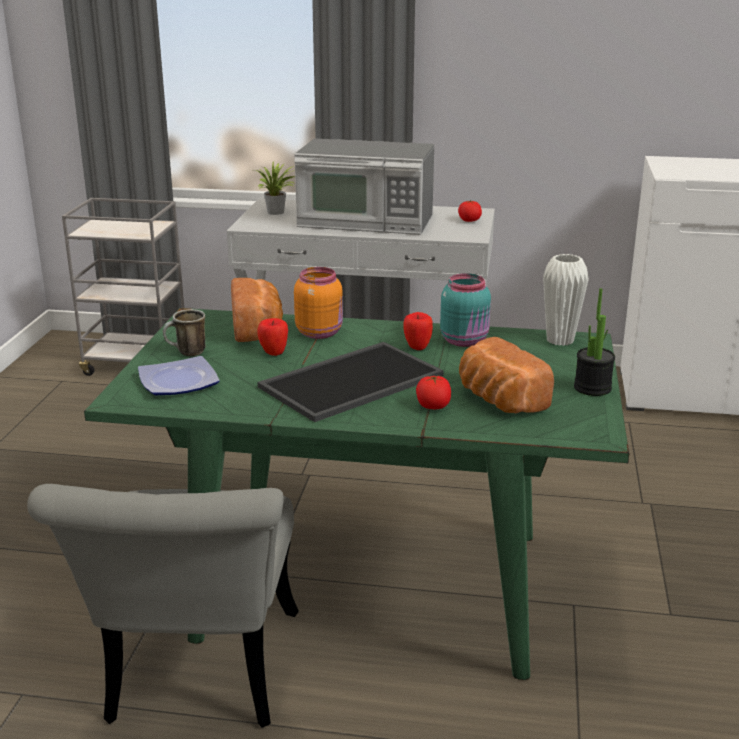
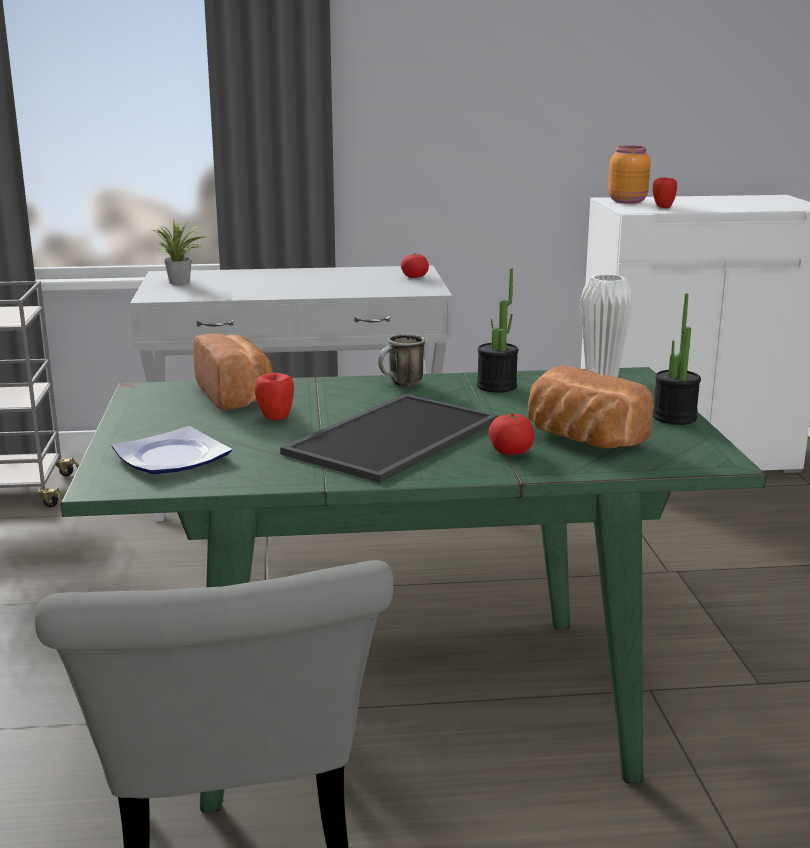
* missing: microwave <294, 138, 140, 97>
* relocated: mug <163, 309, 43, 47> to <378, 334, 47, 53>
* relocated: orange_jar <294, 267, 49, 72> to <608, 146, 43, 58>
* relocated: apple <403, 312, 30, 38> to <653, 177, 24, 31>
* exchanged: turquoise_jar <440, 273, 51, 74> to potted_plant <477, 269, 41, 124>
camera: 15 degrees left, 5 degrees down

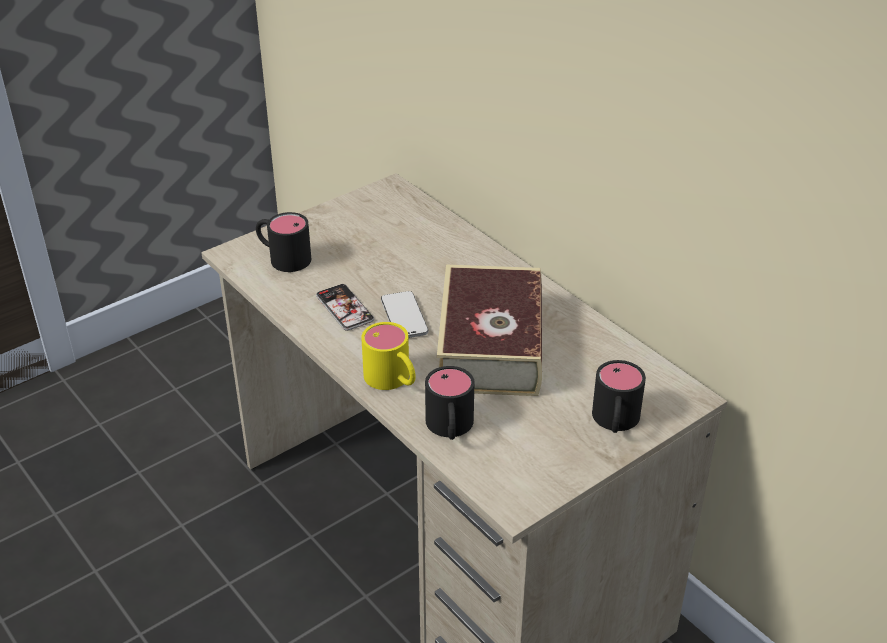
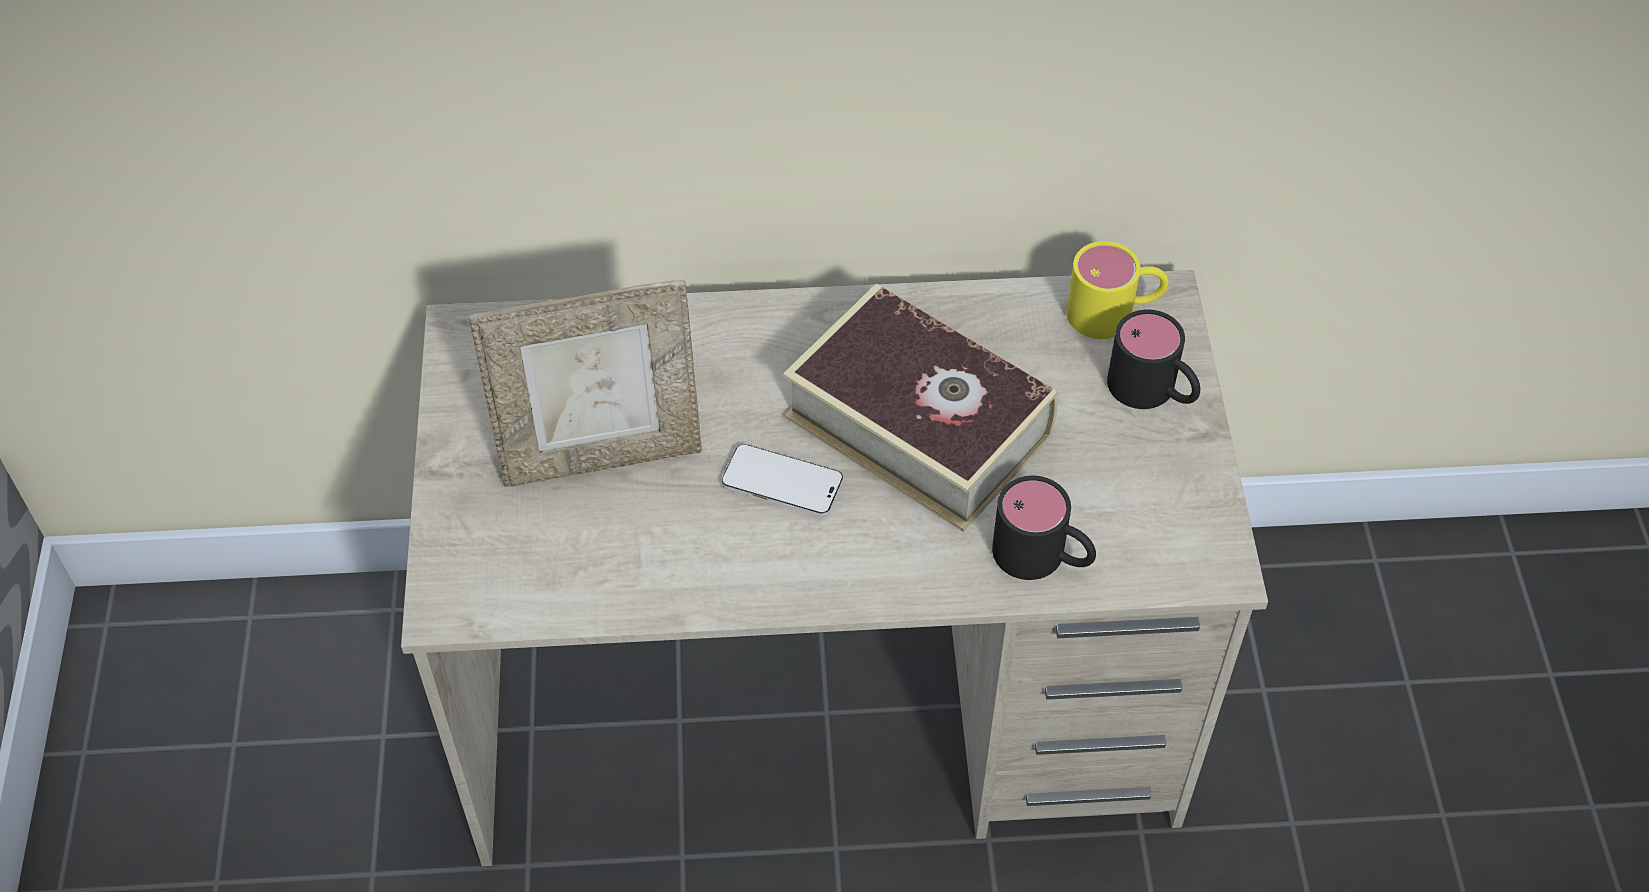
* missing: black_mug <256, 212, 55, 60>
* missing: phone <316, 284, 58, 47>
* appeared: picture_frame <469, 280, 233, 207>
* relocated: yellow_mug <361, 322, 55, 68> to <1066, 241, 103, 98>
camera: 55 degrees left, 15 degrees up

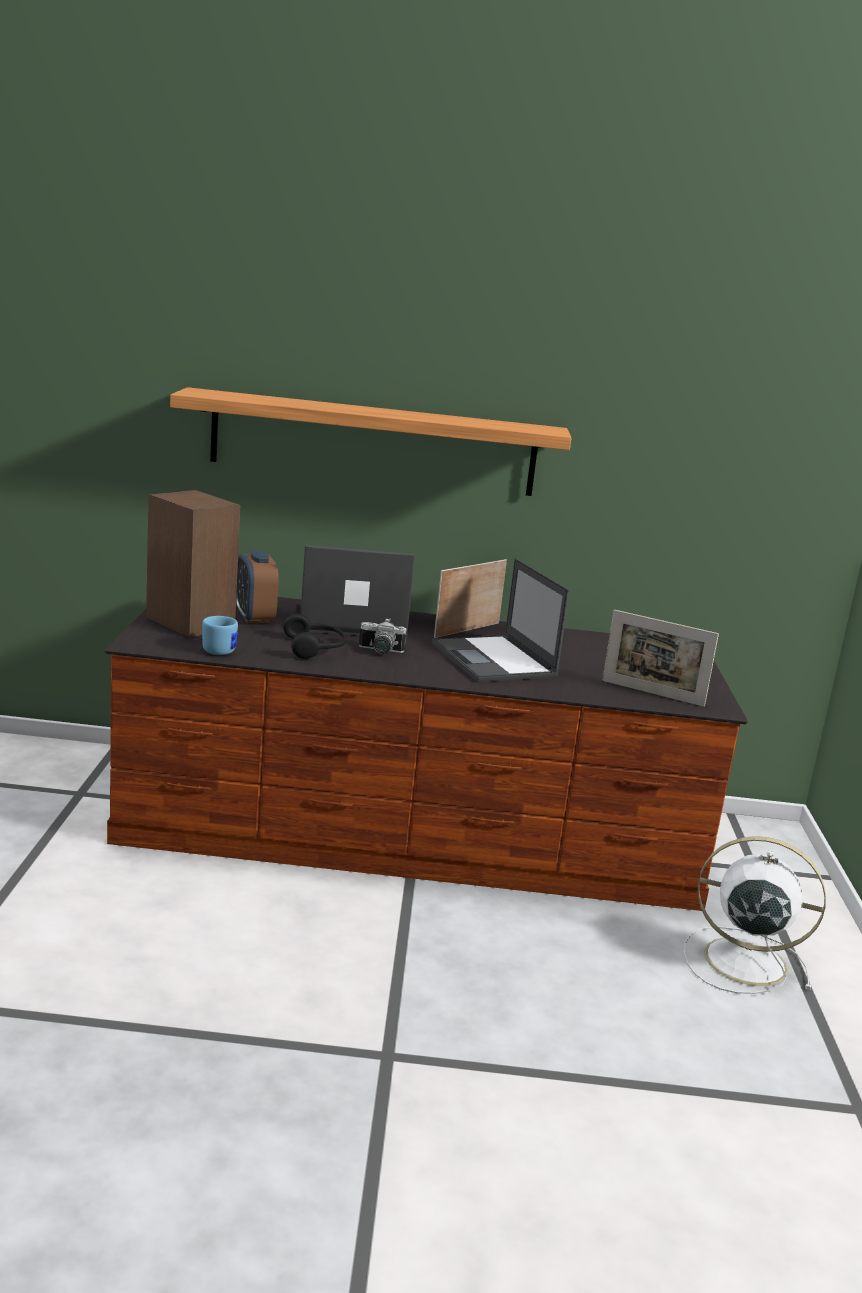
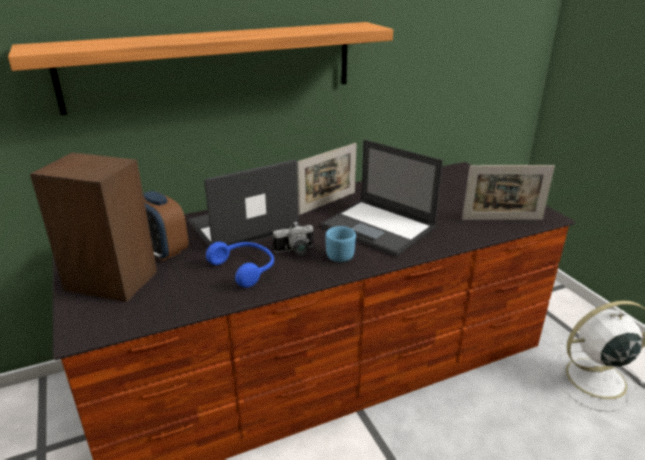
* relocated: blue_mug <202, 616, 36, 39> to <325, 226, 31, 36>
* colour: black_headphones <283, 614, 63, 45> to blue_headphones <206, 242, 68, 46>
* spun: picture_frame <434, 559, 73, 79> = <297, 143, 60, 72> 150 degrees counterclockwise
camera: 25 degrees left, 10 degrees up

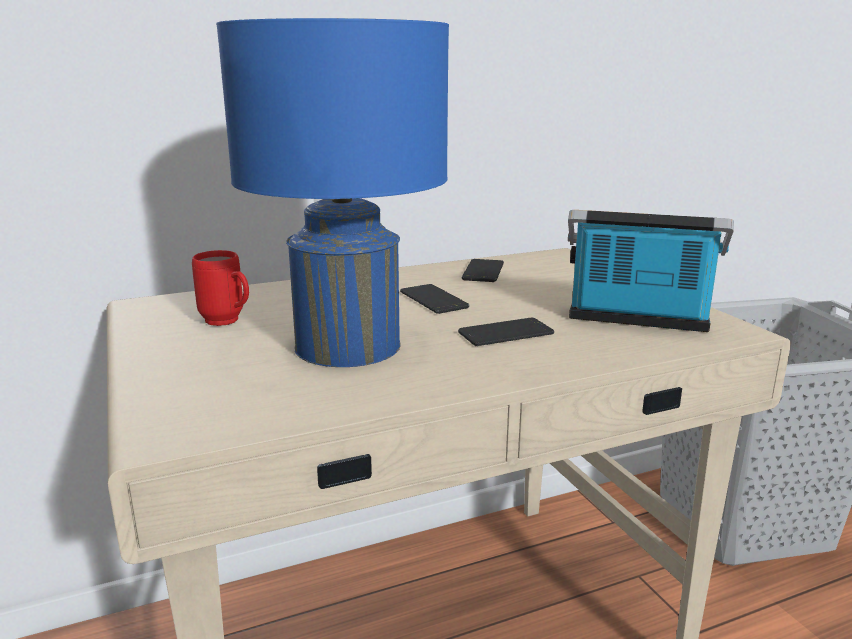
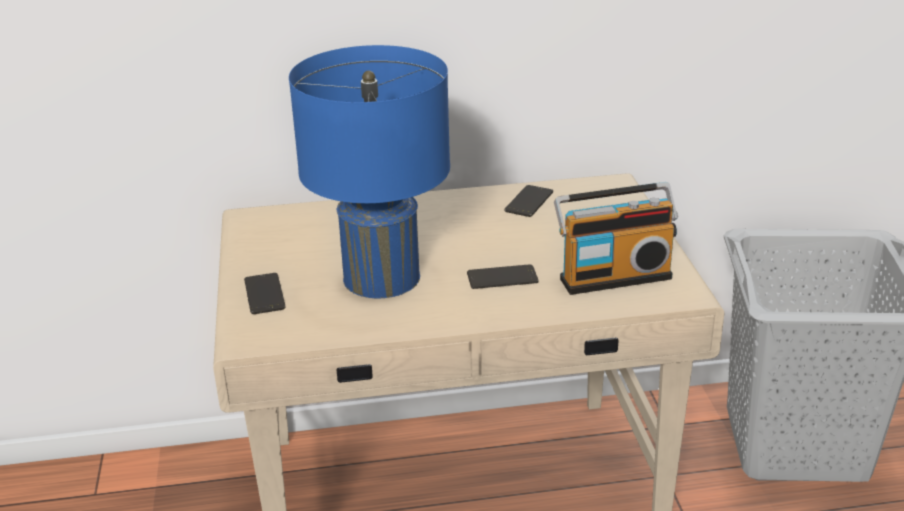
* missing: red_mug <192, 250, 57, 76>
* relocated: phone <400, 284, 69, 30> to <244, 273, 42, 41>
* spun: radio <568, 210, 166, 122> = <554, 182, 124, 113> 135 degrees clockwise
camera: 15 degrees right, 10 degrees up

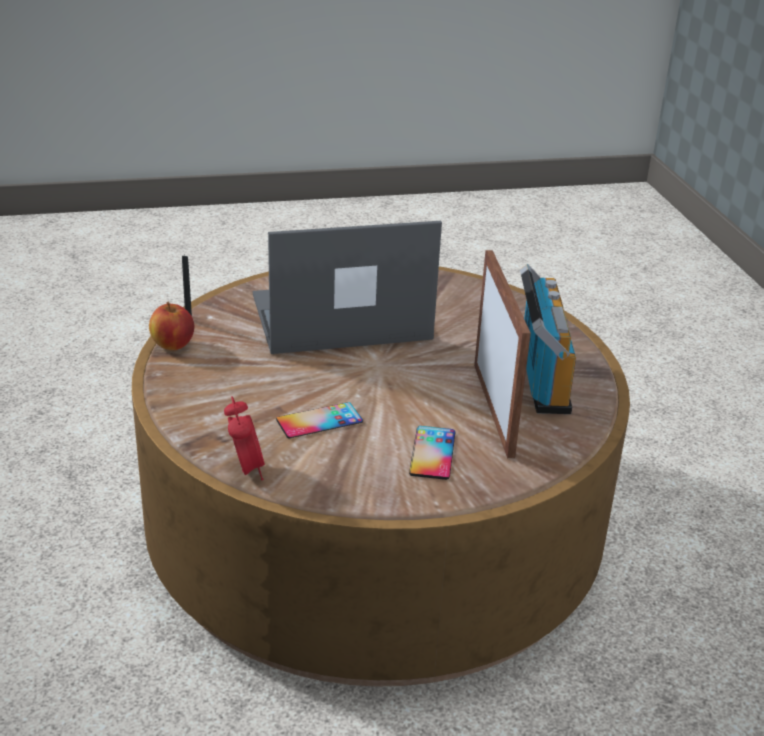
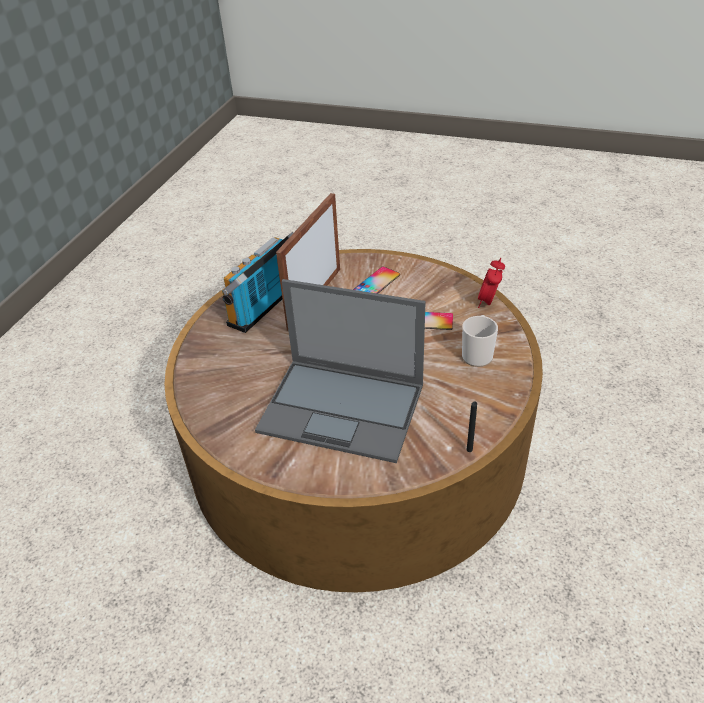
* missing: apple <149, 301, 45, 49>
* appeared: mug <462, 315, 36, 52>
camera: 145 degrees left, 10 degrees up

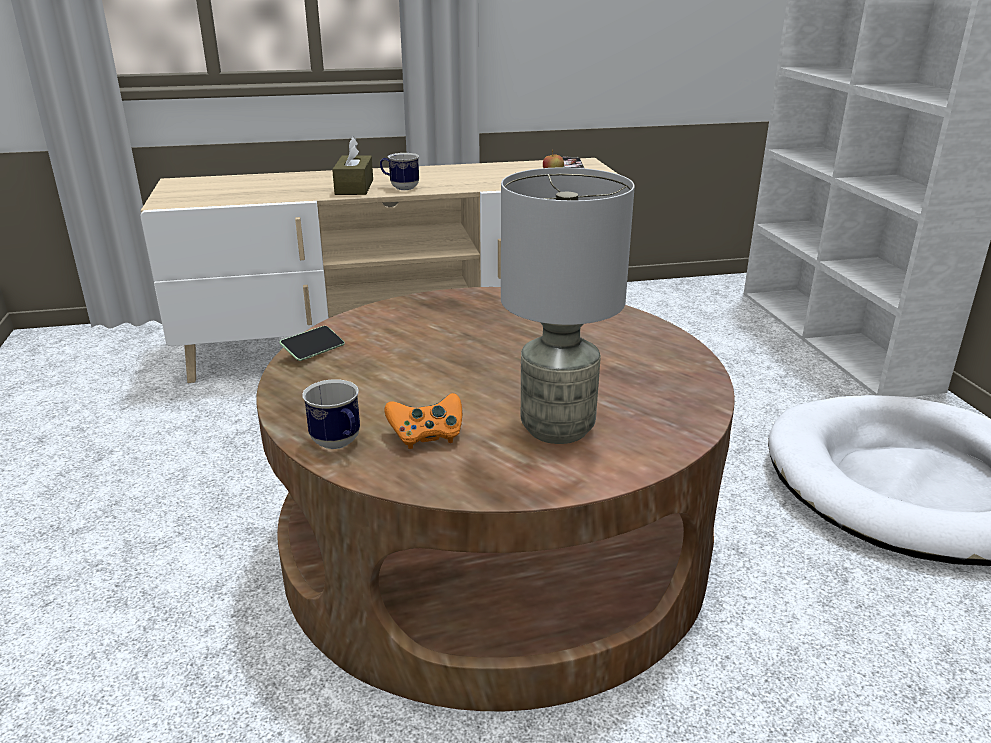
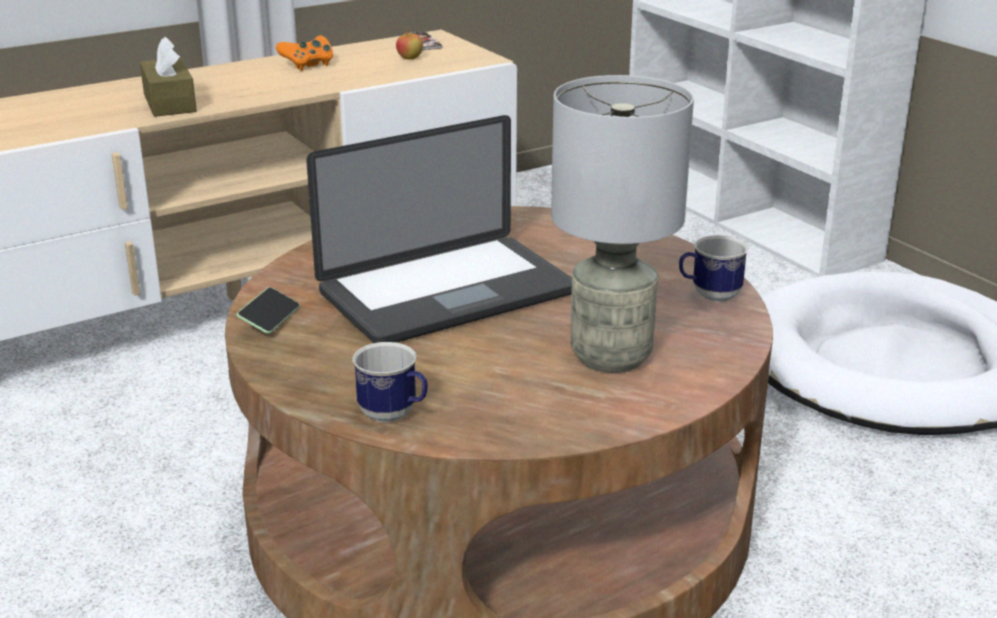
* appeared: laptop <306, 115, 266, 228>
* relocated: mug <380, 153, 39, 37> to <679, 235, 70, 67>
* relocated: orange_game_controller <384, 393, 78, 56> to <276, 35, 57, 36>
camera: 20 degrees left, 0 degrees up

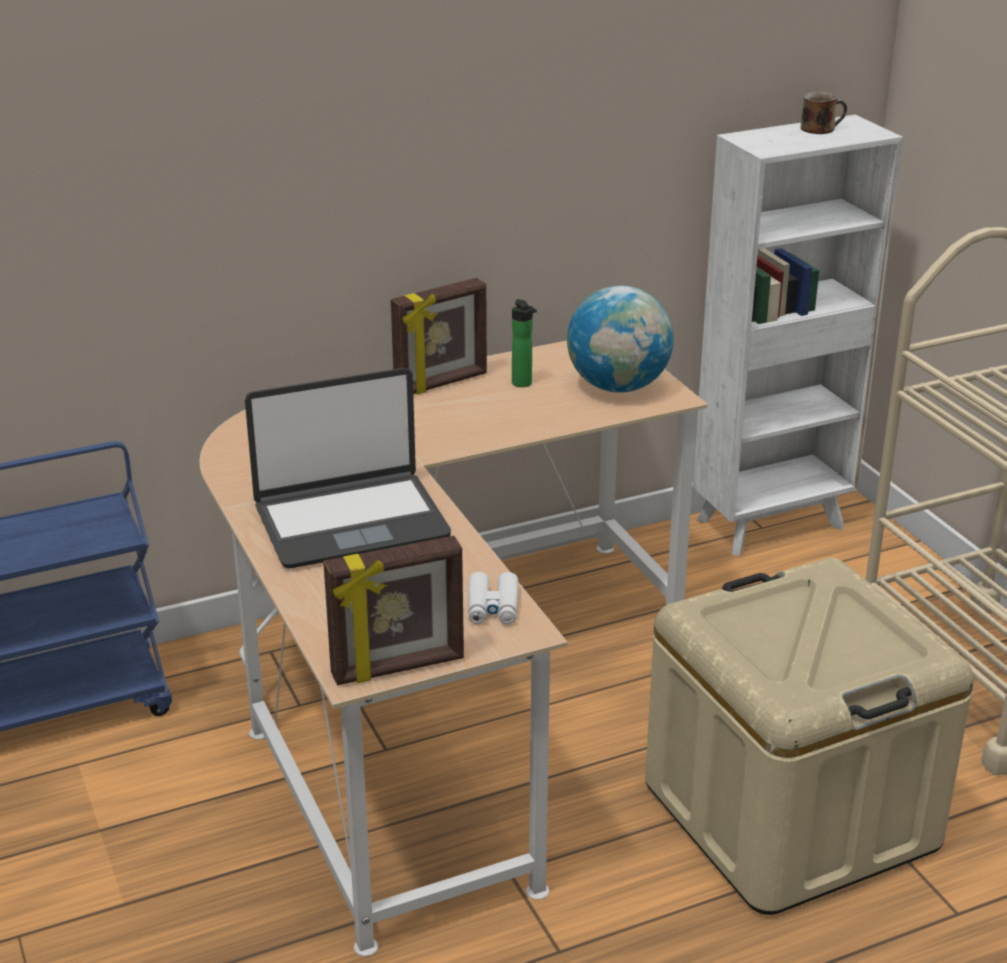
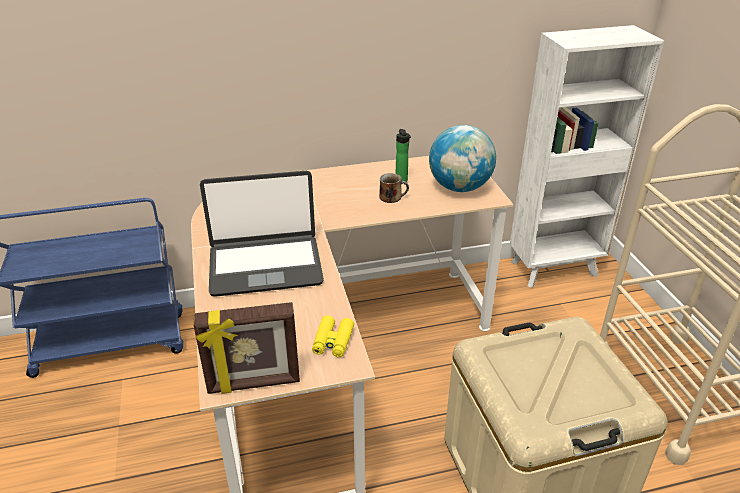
* missing: picture_frame <391, 278, 96, 117>
* relocated: mug <801, 92, 46, 42> to <379, 173, 30, 30>
* colour: white_binoculars <468, 572, 51, 52> to yellow_binoculars <312, 316, 42, 41>
camera: 10 degrees right, 5 degrees up

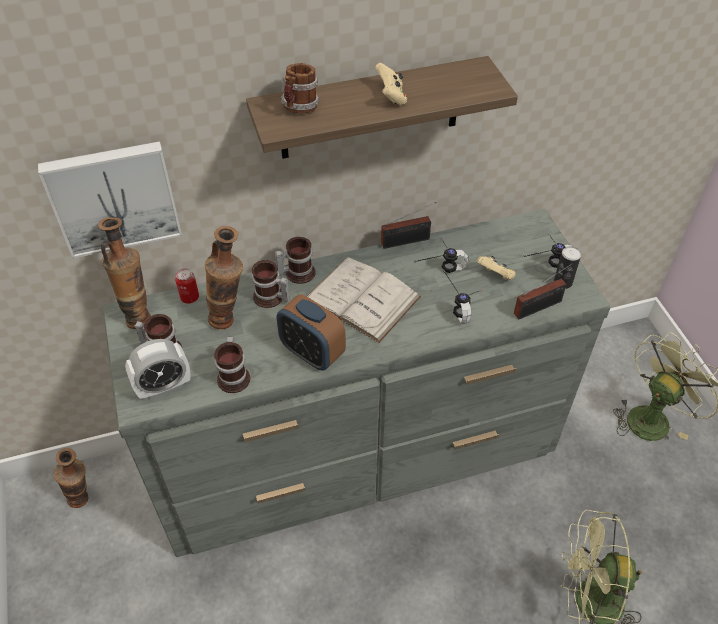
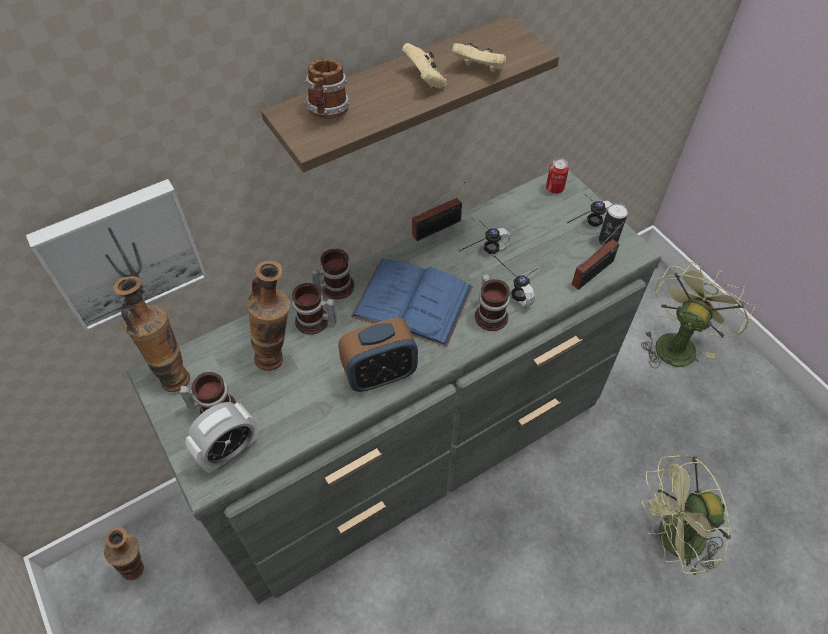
* relocated: can <175, 268, 24, 36> to <546, 158, 23, 36>
* relocated: mug <214, 337, 36, 56> to <475, 274, 35, 57>
* relocated: beige_game_controller <477, 256, 39, 24> to <452, 43, 54, 29>
* colour: white_book <306, 257, 115, 86> to blue_book <351, 258, 122, 89>
* spun: alarm_clock <277, 294, 69, 77> = <338, 318, 80, 74> 45 degrees counterclockwise
camera: 15 degrees left, 5 degrees up

